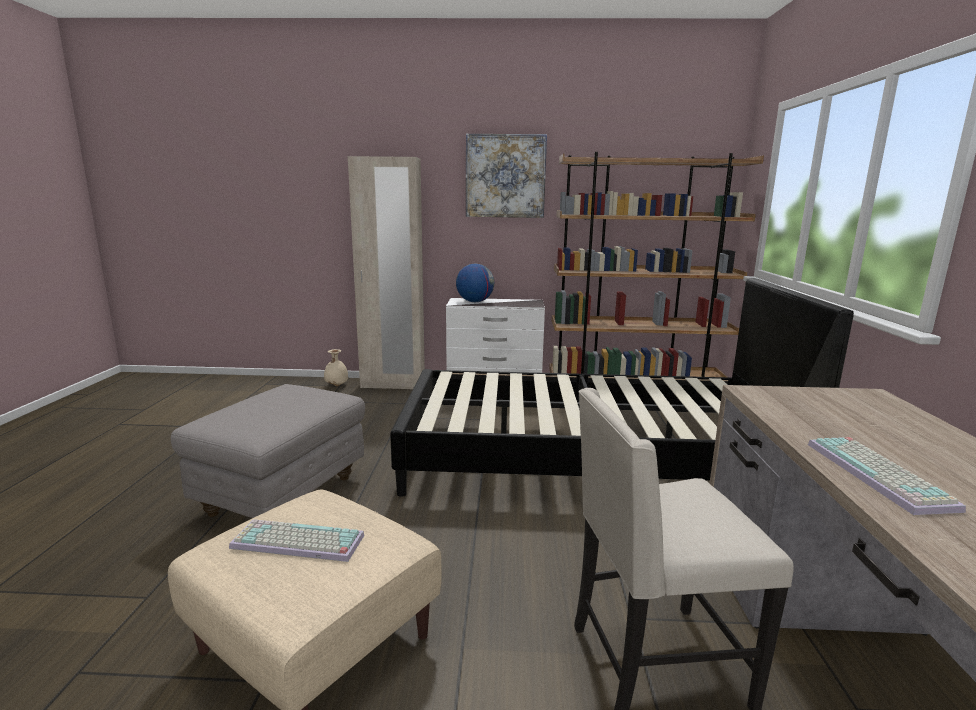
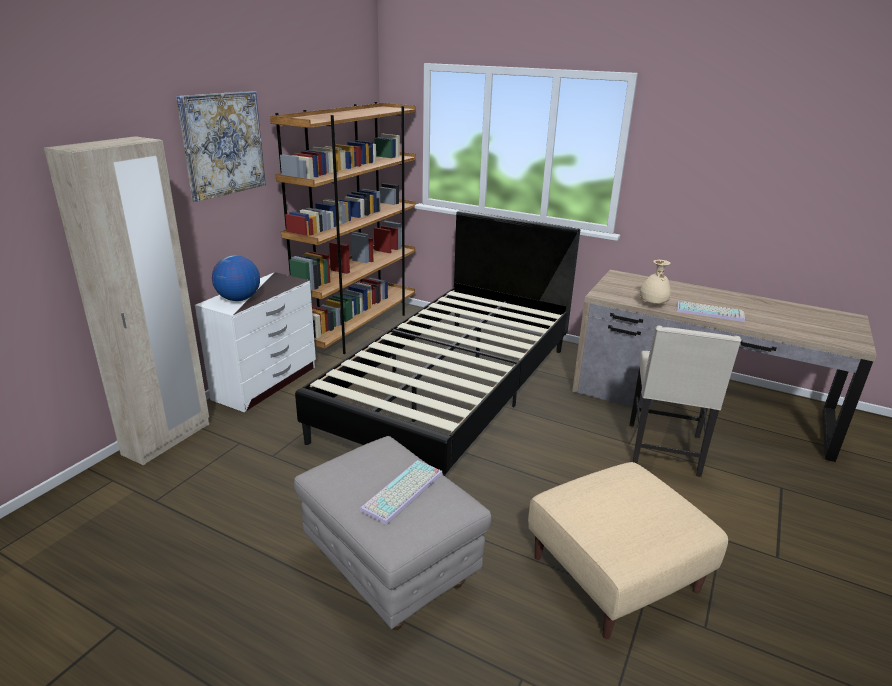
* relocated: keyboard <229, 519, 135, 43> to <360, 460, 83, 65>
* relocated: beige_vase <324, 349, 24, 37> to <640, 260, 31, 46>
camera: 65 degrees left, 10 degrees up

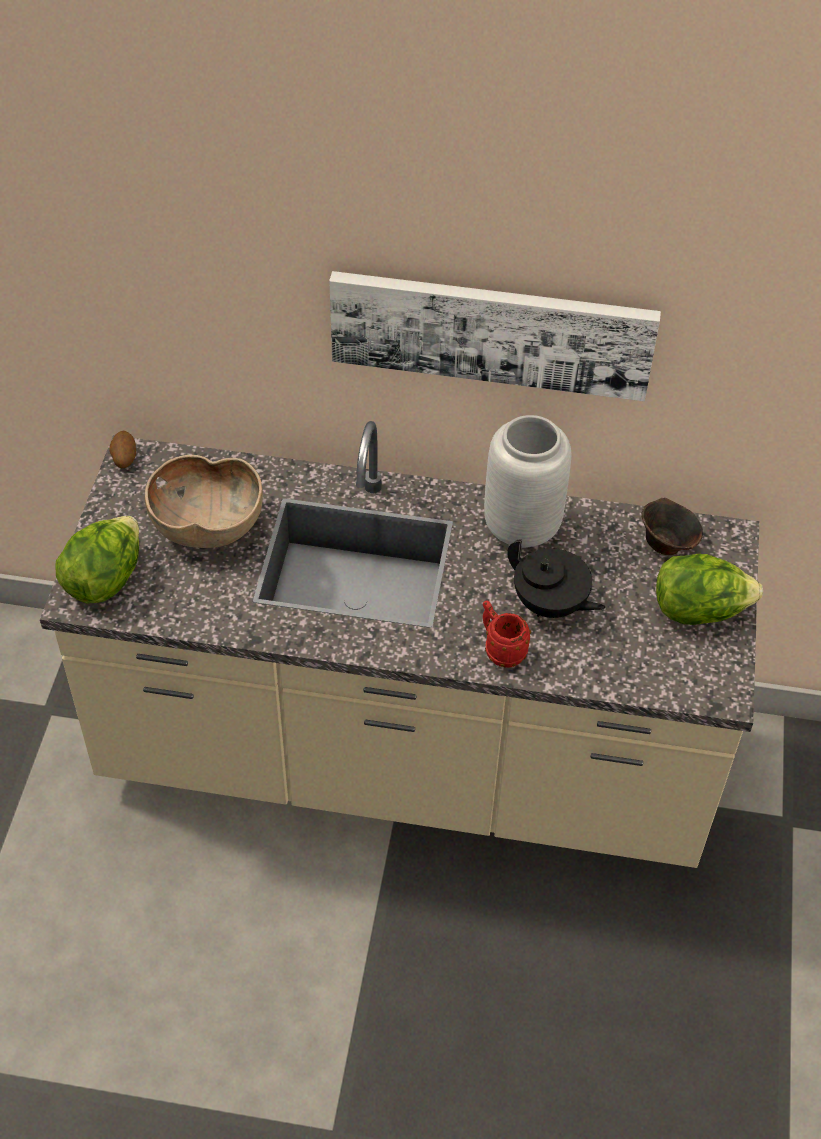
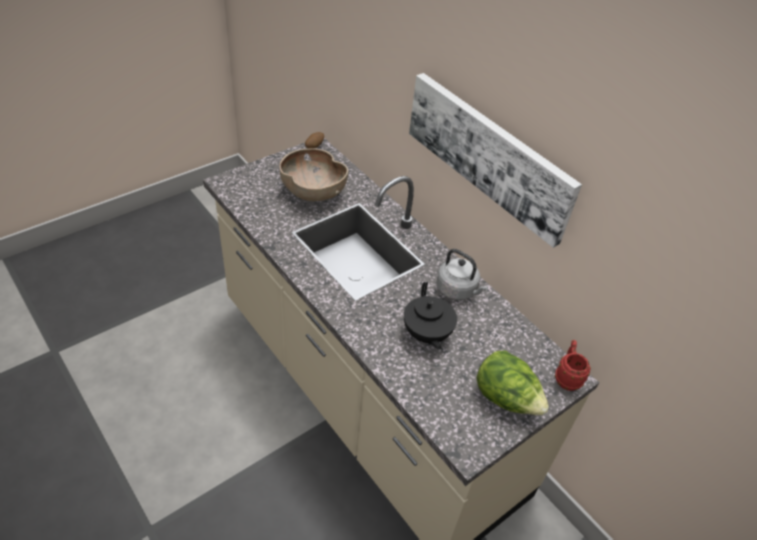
* missing: lettuce <55, 516, 84, 88>
* missing: brown_bowl <641, 498, 62, 57>
* relocated: red_mug <483, 600, 48, 68> to <555, 340, 36, 51>
* exchanged: grey_vase <484, 415, 87, 133> to grey_kettle <436, 249, 52, 51>
camera: 40 degrees right, 5 degrees down

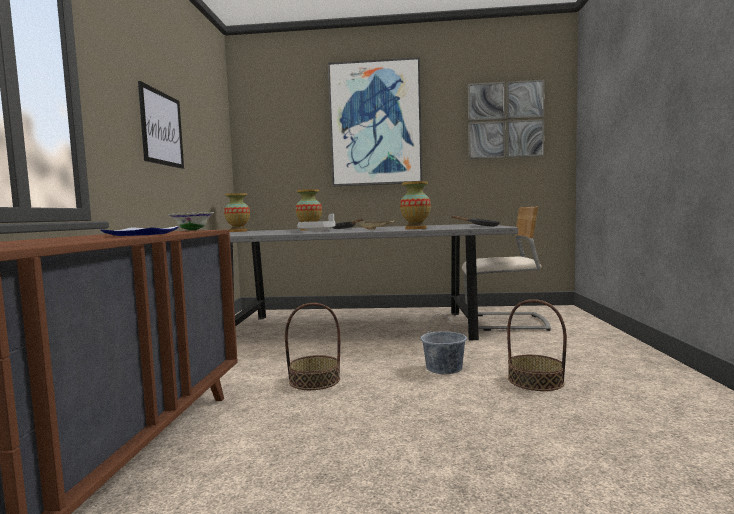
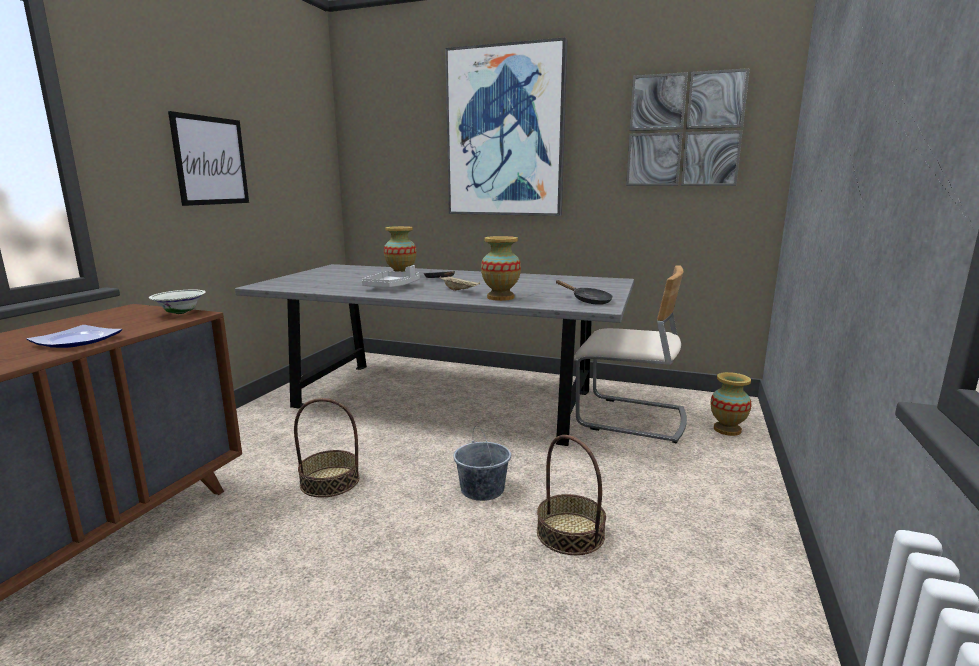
* relocated: vase <224, 193, 26, 39> to <710, 372, 41, 64>
camera: 15 degrees right, 10 degrees up

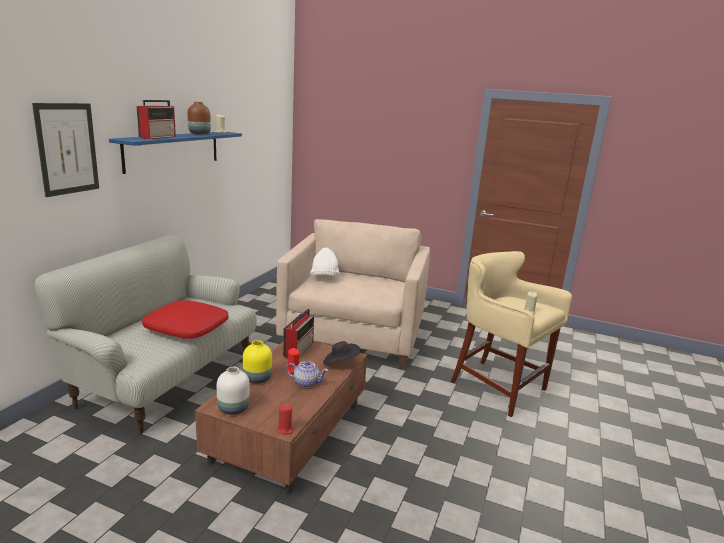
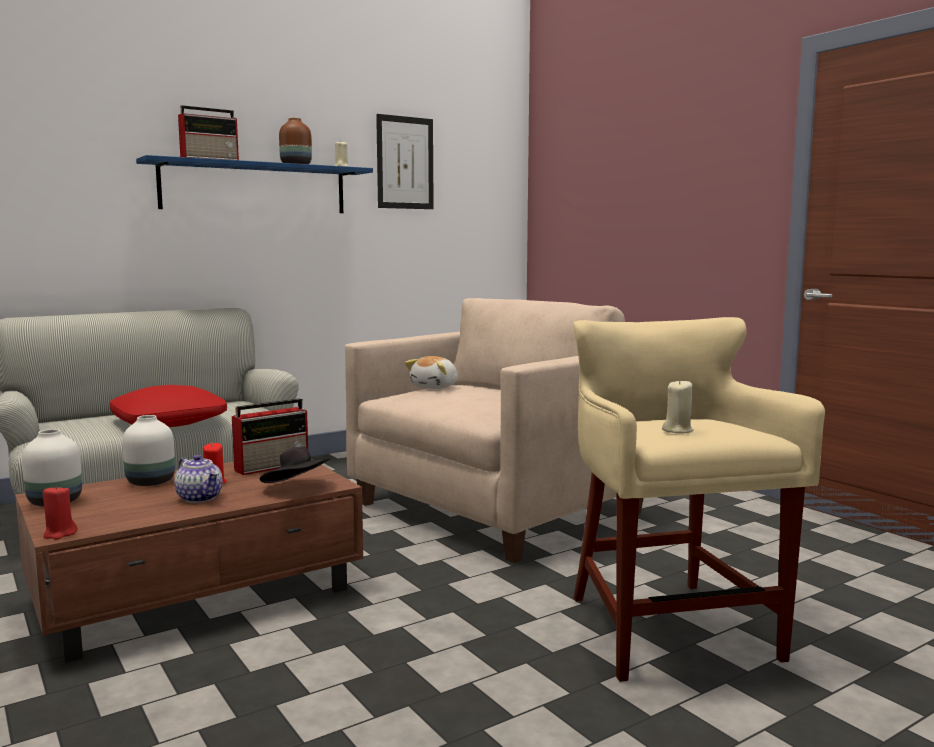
* relocated: picture <32, 103, 67, 94> to <376, 114, 58, 95>
* exchanged: white_hat <310, 248, 30, 28> to plush_toy <405, 356, 53, 33>
* colour: yellow_vase <243, 340, 29, 44> to white_vase <122, 415, 53, 71>
camera: 35 degrees right, 10 degrees down

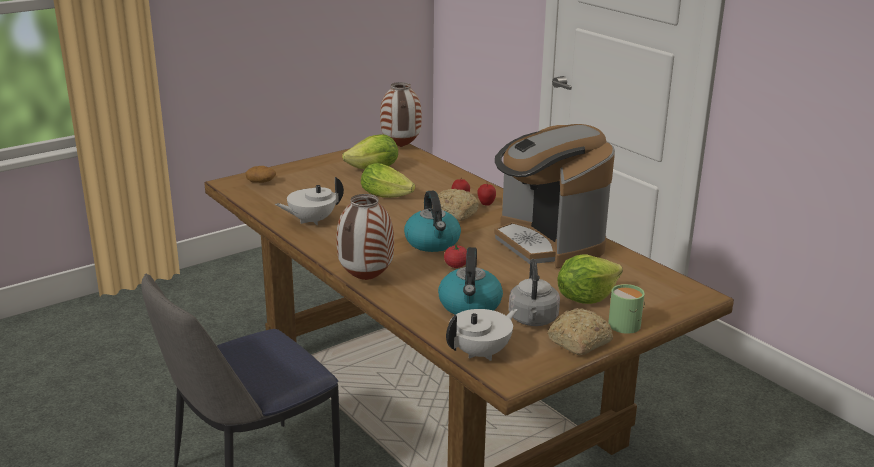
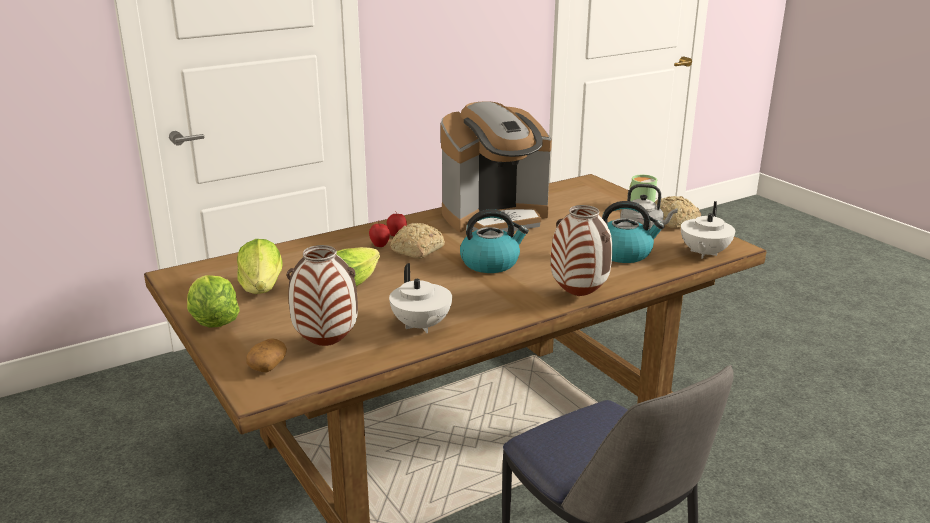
* missing: tomato <444, 245, 23, 23>
* relocated: vase <380, 82, 42, 65> to <287, 245, 71, 101>
* relocated: lettuce <558, 254, 65, 50> to <187, 275, 53, 53>
* spun: white_teapot <446, 309, 72, 52> = <681, 201, 54, 58> 120 degrees counterclockwise
camera: 85 degrees left, 0 degrees up

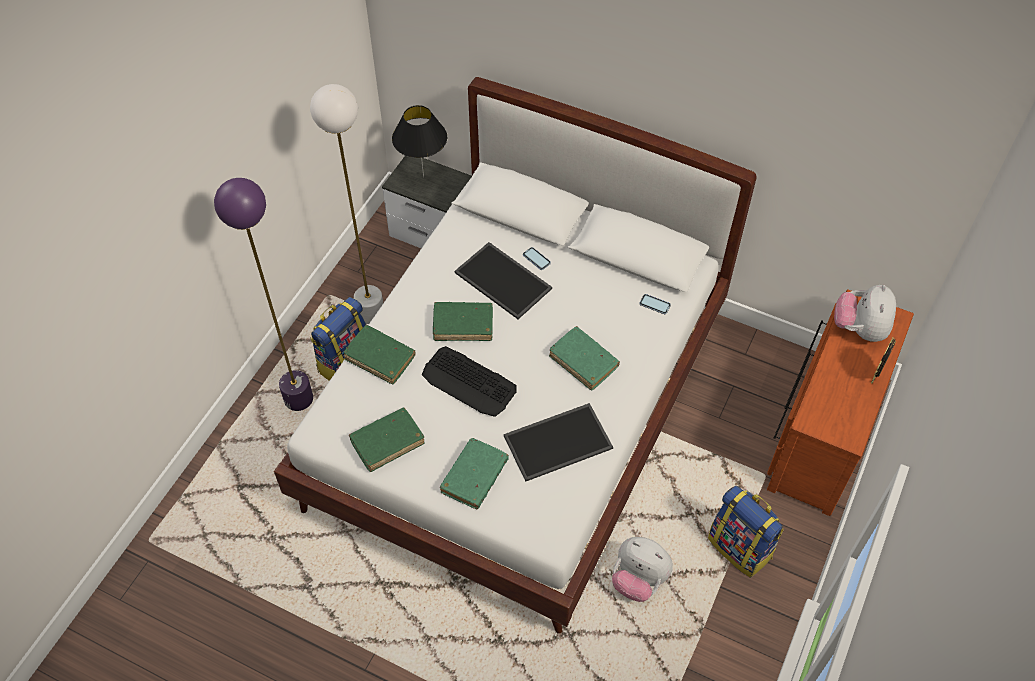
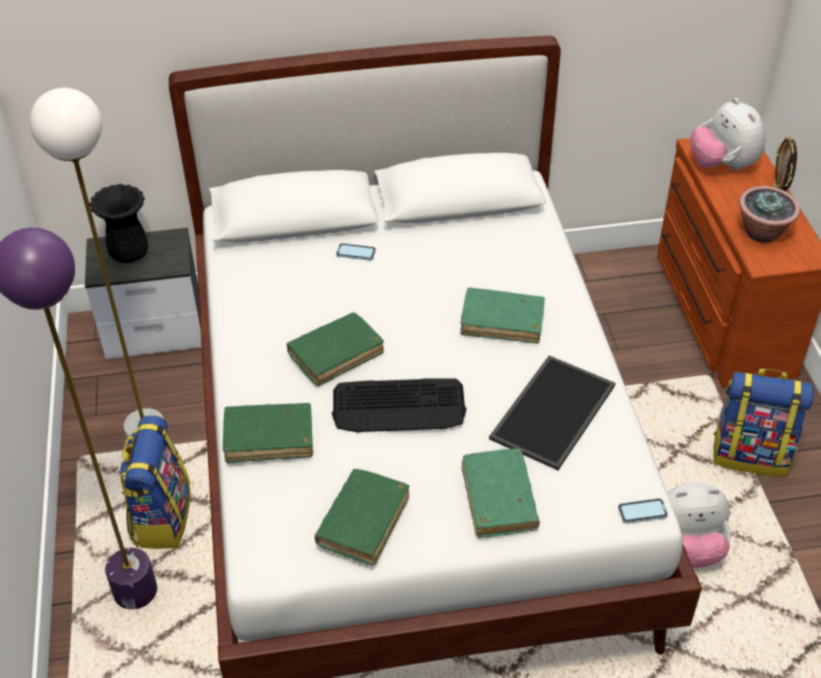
* missing: tray <455, 242, 97, 77>
* appeared: potted_plant <739, 186, 61, 57>
* relocated: phone <640, 294, 31, 20> to <618, 498, 50, 25>
* exchanged: black_table_lamp <392, 105, 55, 73> to black_vase <90, 184, 58, 79>
camera: 35 degrees left, 10 degrees down

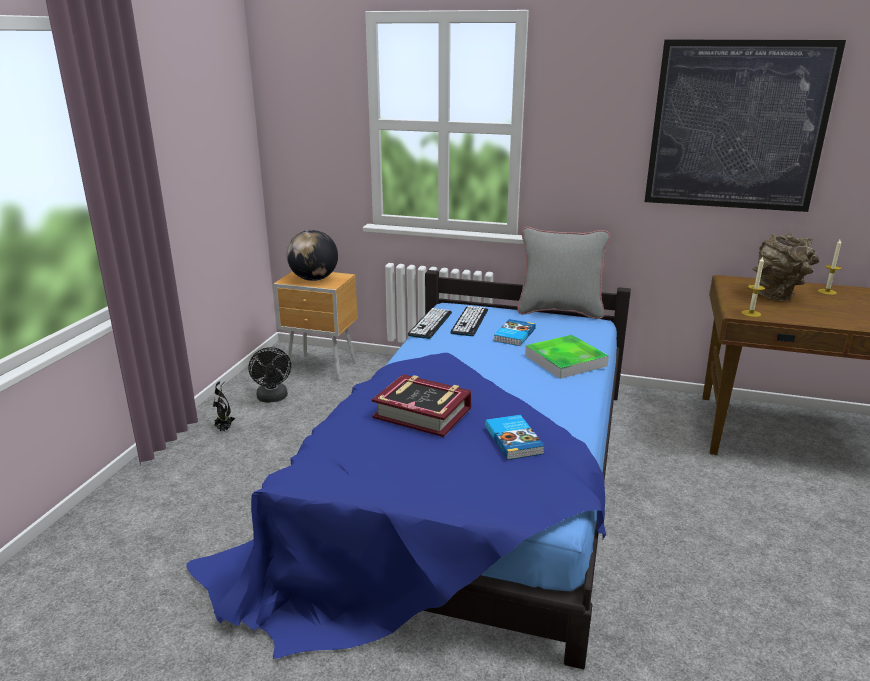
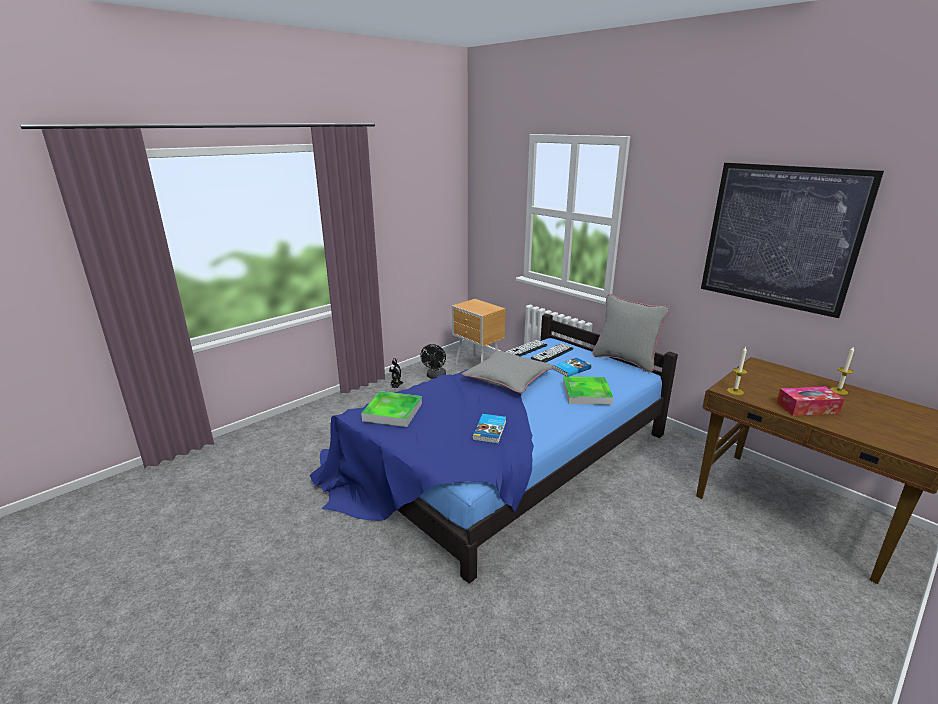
* missing: globe <287, 230, 51, 51>
* missing: book <372, 374, 99, 63>
* missing: brown_vase <752, 233, 68, 68>
* appeared: tray <361, 391, 61, 36>
* appeared: grey_pillow <462, 351, 92, 42>
* appeared: tissue_box <776, 387, 68, 29>
camera: 30 degrees right, 0 degrees up

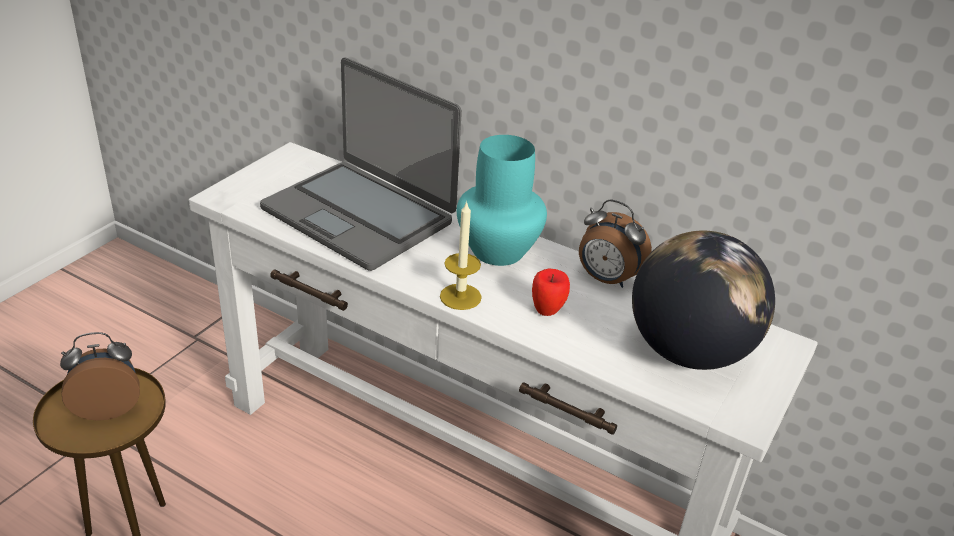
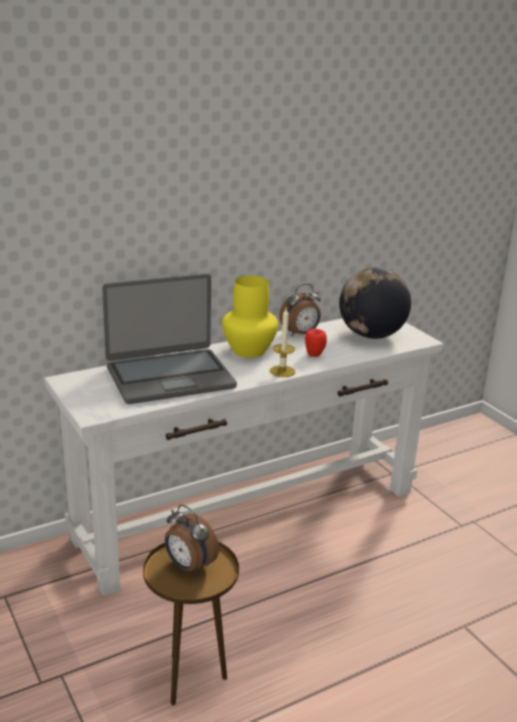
* colour: turquoise_vase <457, 135, 90, 131> to yellow_vase <222, 276, 56, 82>
* spun: alarm_clock <60, 332, 80, 89> = <165, 505, 54, 69> 60 degrees counterclockwise
camera: 60 degrees left, 10 degrees down

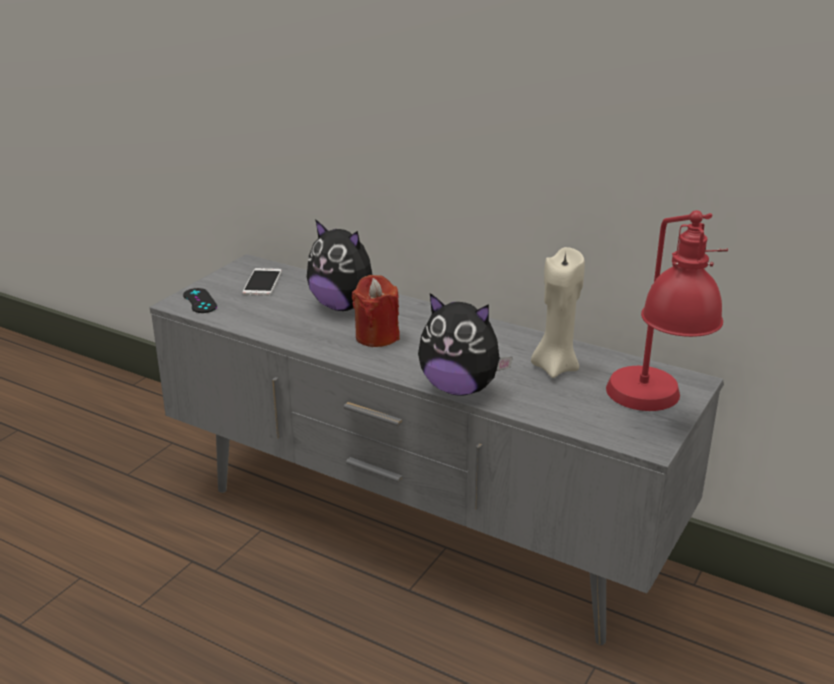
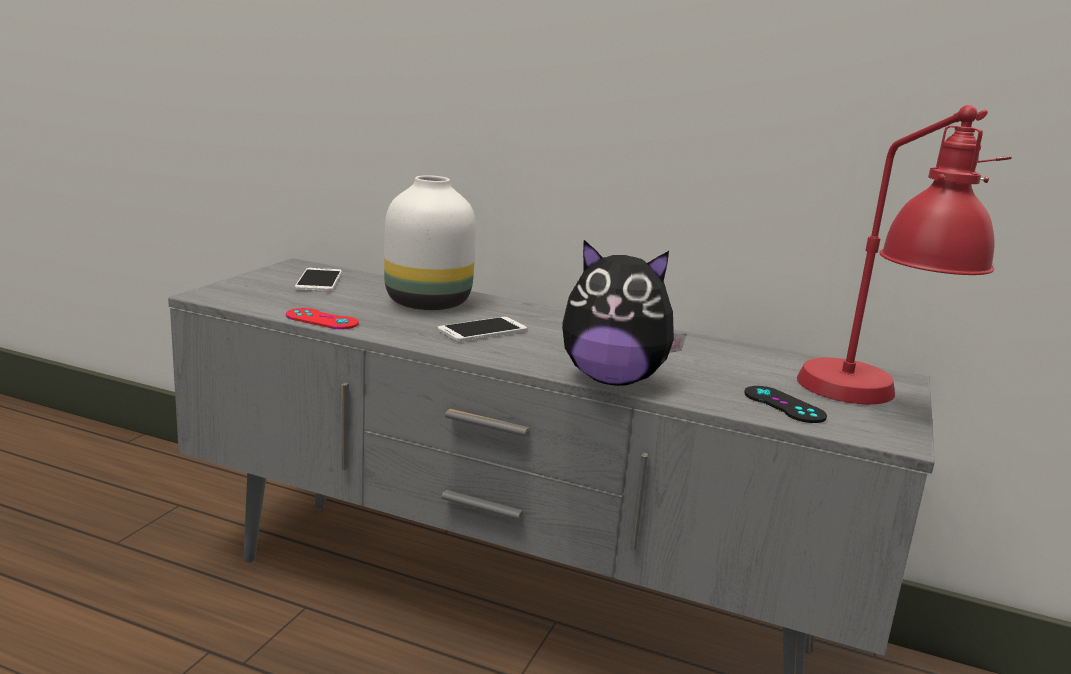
* missing: beige_candle <531, 247, 54, 131>
* appeared: red_game_controller <286, 308, 73, 21>
* relocated: black_game_controller <183, 288, 34, 25> to <744, 386, 83, 37>
* exchanged: plush_toy <307, 219, 65, 92> to white_vase <384, 175, 92, 135>
* exchanged: red_candle <352, 275, 48, 72> to phone <437, 317, 90, 25>
camera: 10 degrees left, 10 degrees down

